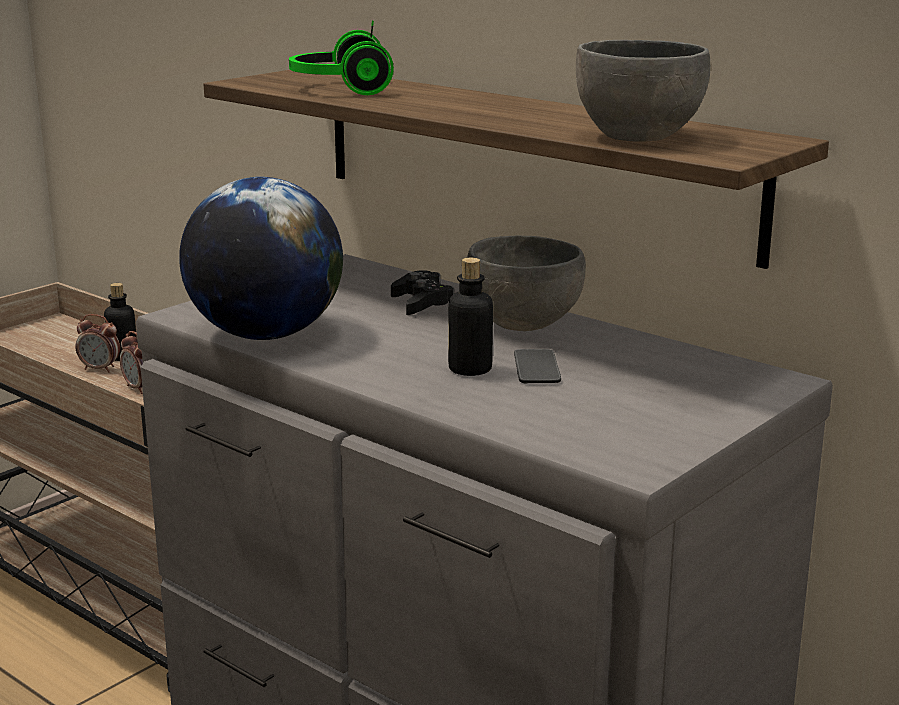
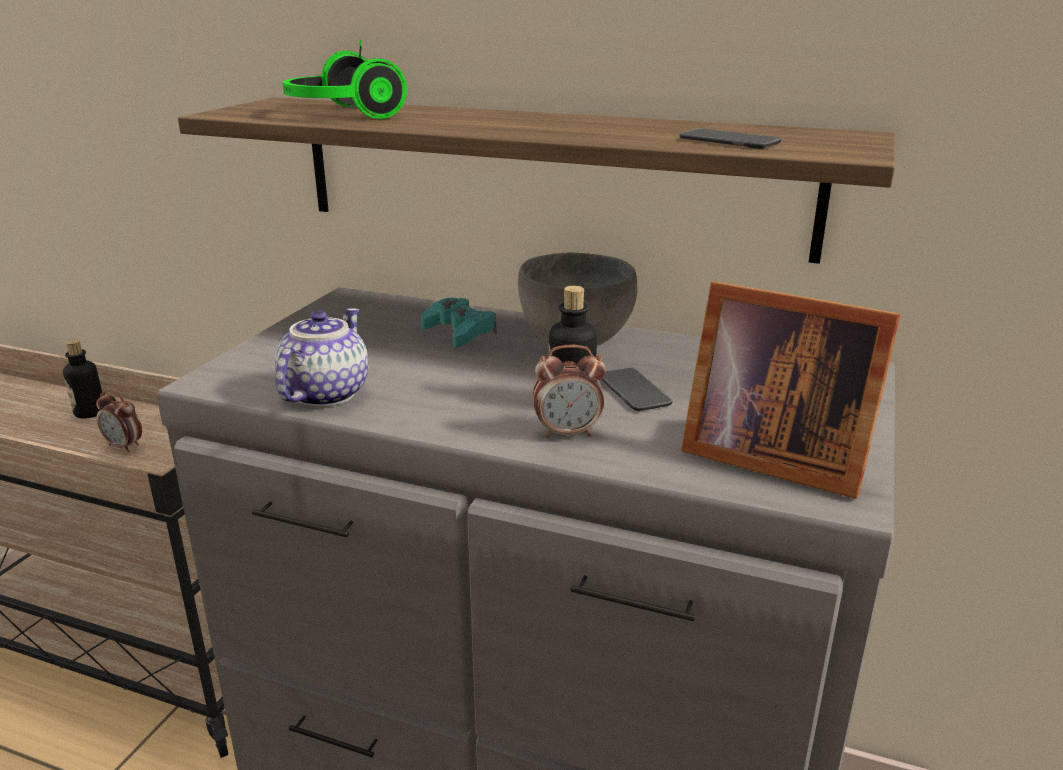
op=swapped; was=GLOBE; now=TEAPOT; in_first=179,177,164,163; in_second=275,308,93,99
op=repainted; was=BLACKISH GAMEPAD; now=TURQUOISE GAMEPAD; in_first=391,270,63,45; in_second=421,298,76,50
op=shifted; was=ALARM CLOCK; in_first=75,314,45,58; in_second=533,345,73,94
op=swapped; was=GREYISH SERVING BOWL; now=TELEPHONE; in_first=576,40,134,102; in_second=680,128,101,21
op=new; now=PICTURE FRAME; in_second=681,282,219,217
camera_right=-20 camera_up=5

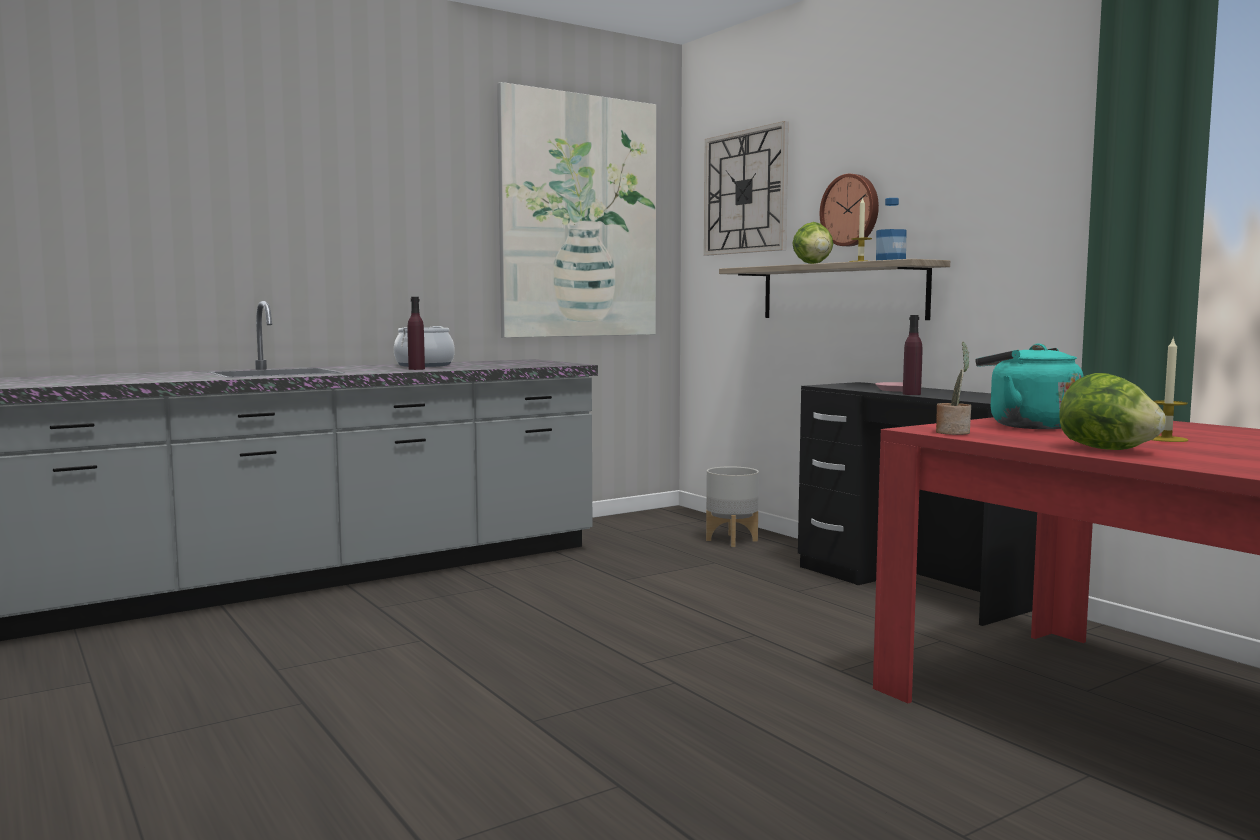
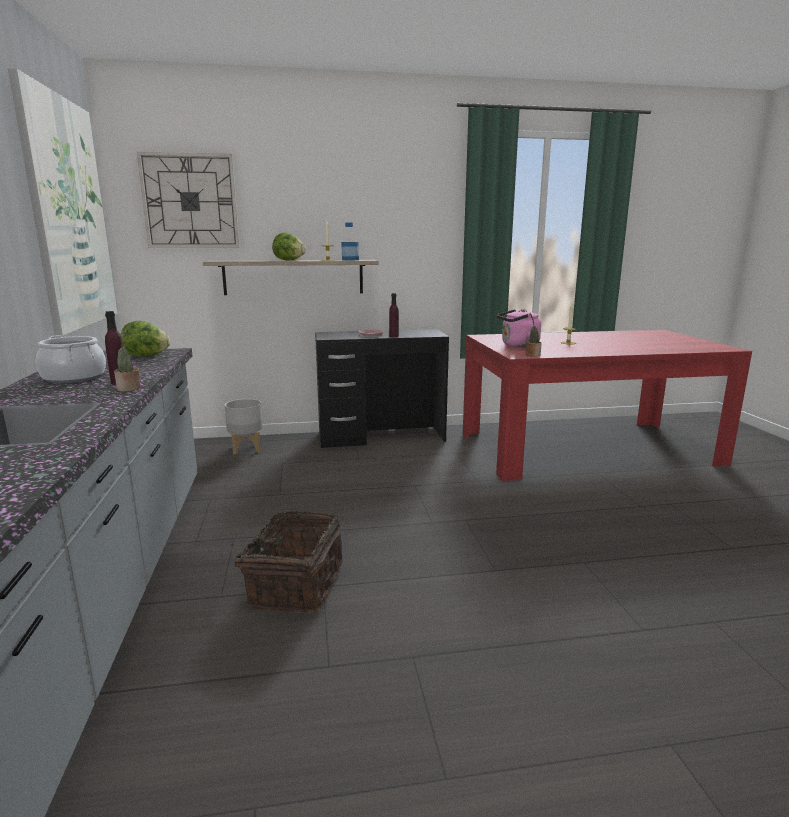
op=new; now=HOUSEPLANT; in_second=114,329,27,63
op=shifted; was=LETTUCE; in_first=1059,373,107,77; in_second=121,321,49,36
op=new; now=STORAGE BASKET; in_second=221,511,122,102
op=repainted; was=TURQUOISE WATER KETTLE; now=PINK-COLOURED WATER KETTLE; in_first=976,343,107,86; in_second=497,309,44,39
op=gone; was=HANGING CLOCK; in_first=820,174,59,72
camera_right=-65 camera_up=10

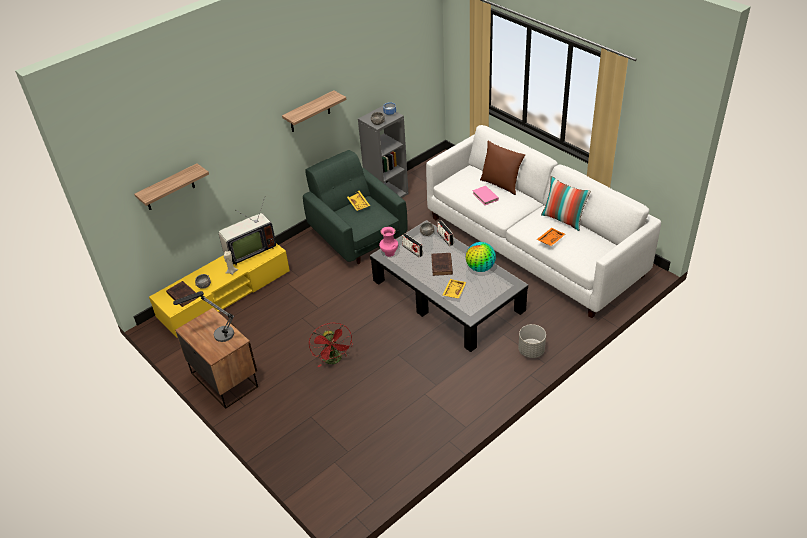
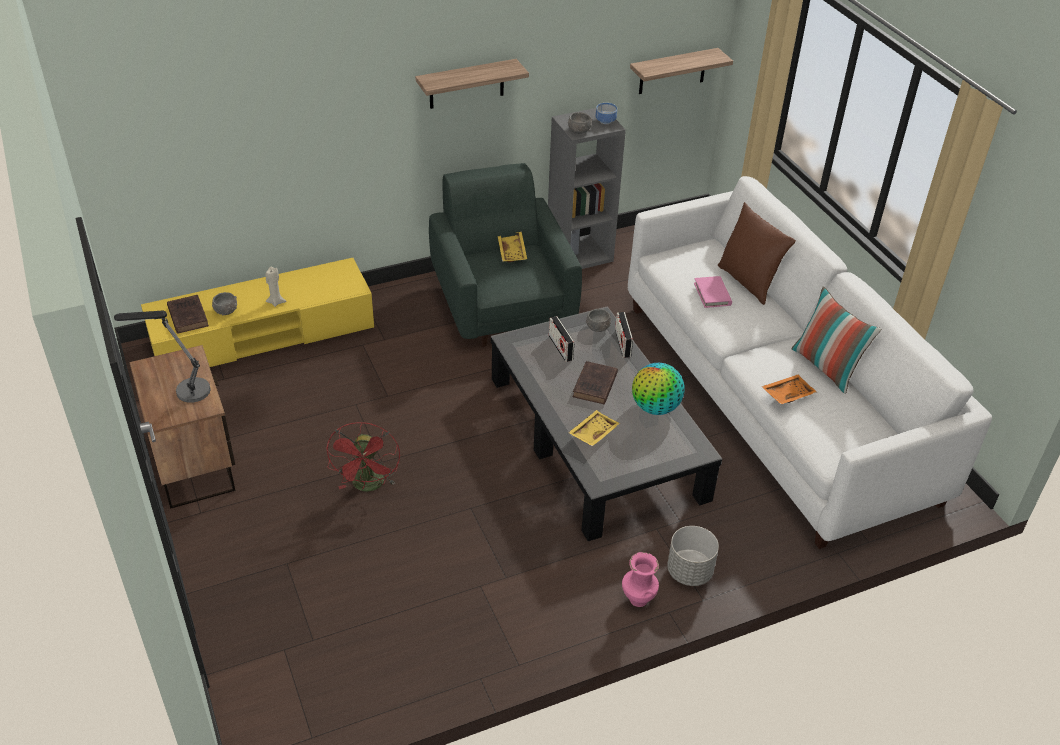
op=shifted; was=PINK-COLOURED FLOWER VASE; in_first=379,227,19,30; in_second=622,552,37,55
op=shifted; was=SHELF; in_first=134,163,75,47; in_second=630,48,103,46
op=gone; was=TV SET; in_first=219,197,57,68
camera_right=15 camera_up=0

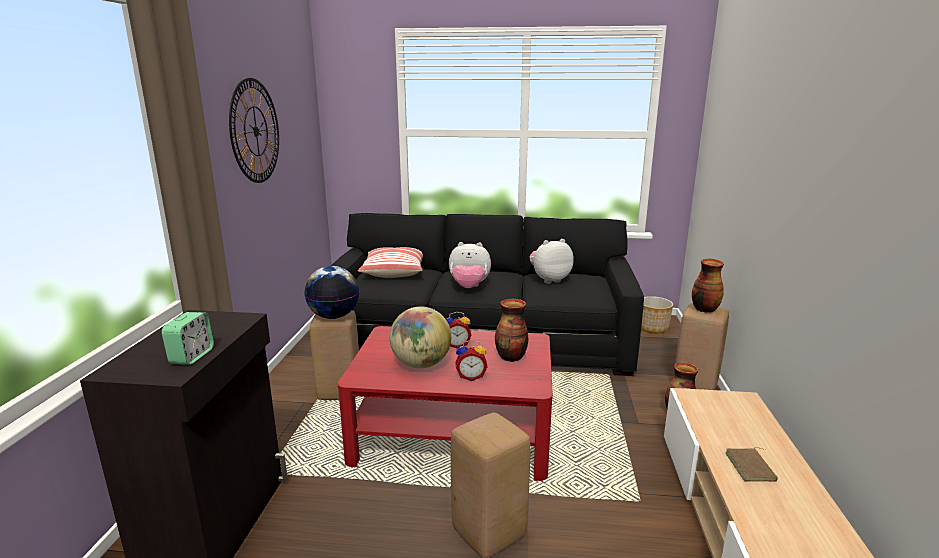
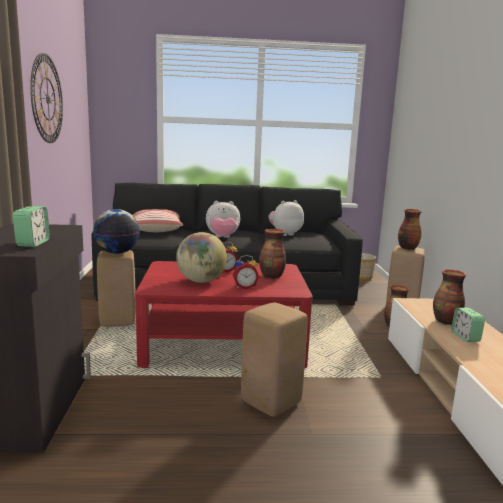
op=new; now=FLOWER VASE; in_second=433,269,33,56
op=swapped; was=BROWN-COLOURED BOUND BOOK; now=ALARM CLOCK; in_first=725,447,53,35; in_second=451,308,34,34
camera_right=-10 camera_up=-5

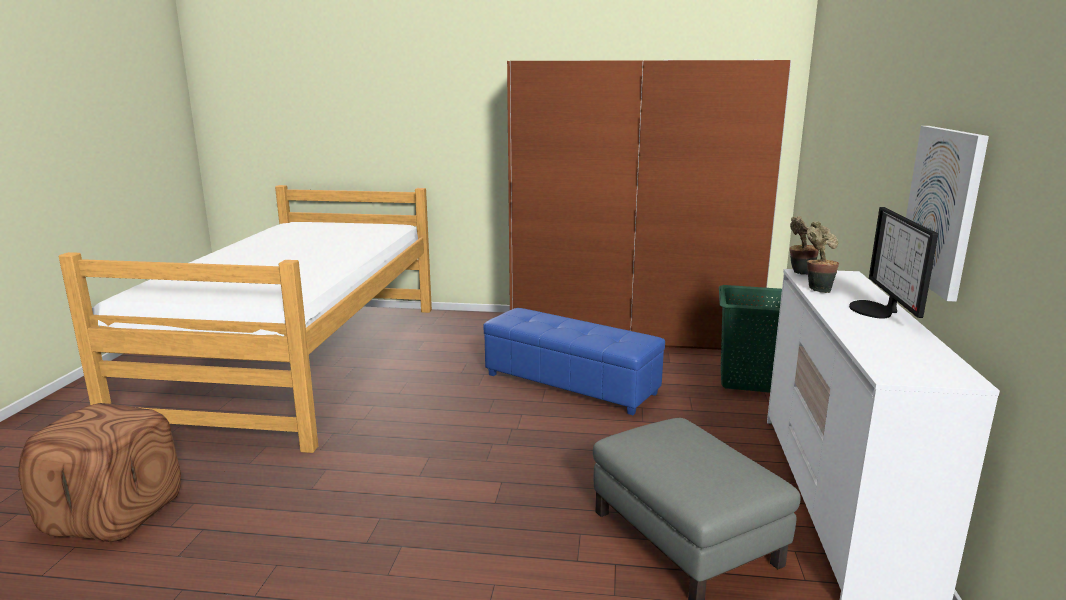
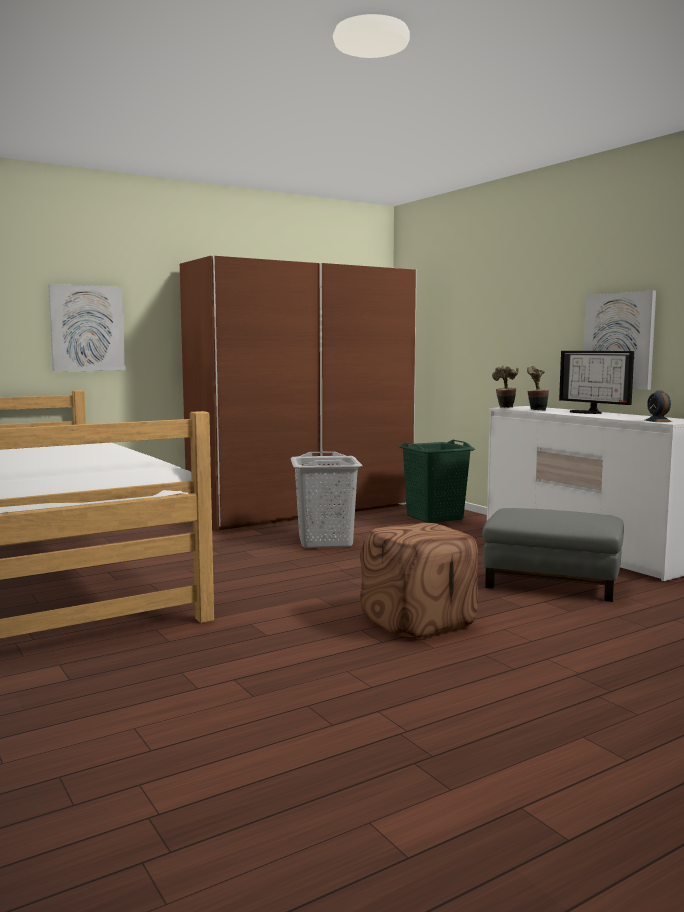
op=new; now=WALL PICTURE; in_second=48,284,77,88
op=swapped; was=BLUE POUFFE; now=GREYISH LAUNDRY BASKET; in_first=483,308,182,107; in_second=290,451,72,97
op=shifted; was=BROWN-COLOURED POUFFE; in_first=18,403,163,139; in_second=360,523,118,115
op=new; now=ALARM CLOCK; in_second=645,390,27,32
camera_right=-40 camera_up=-10

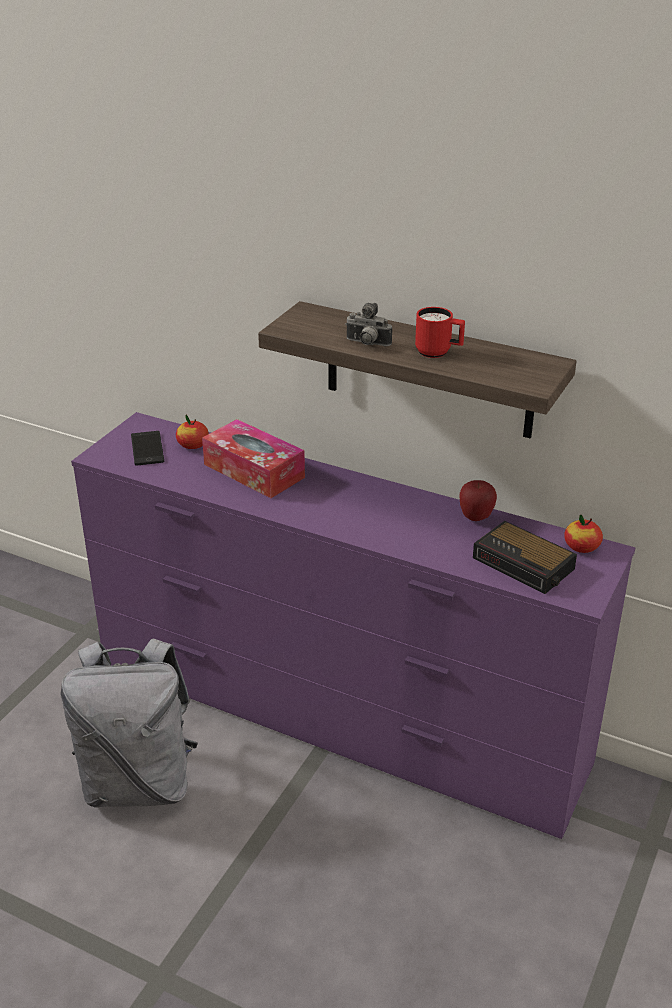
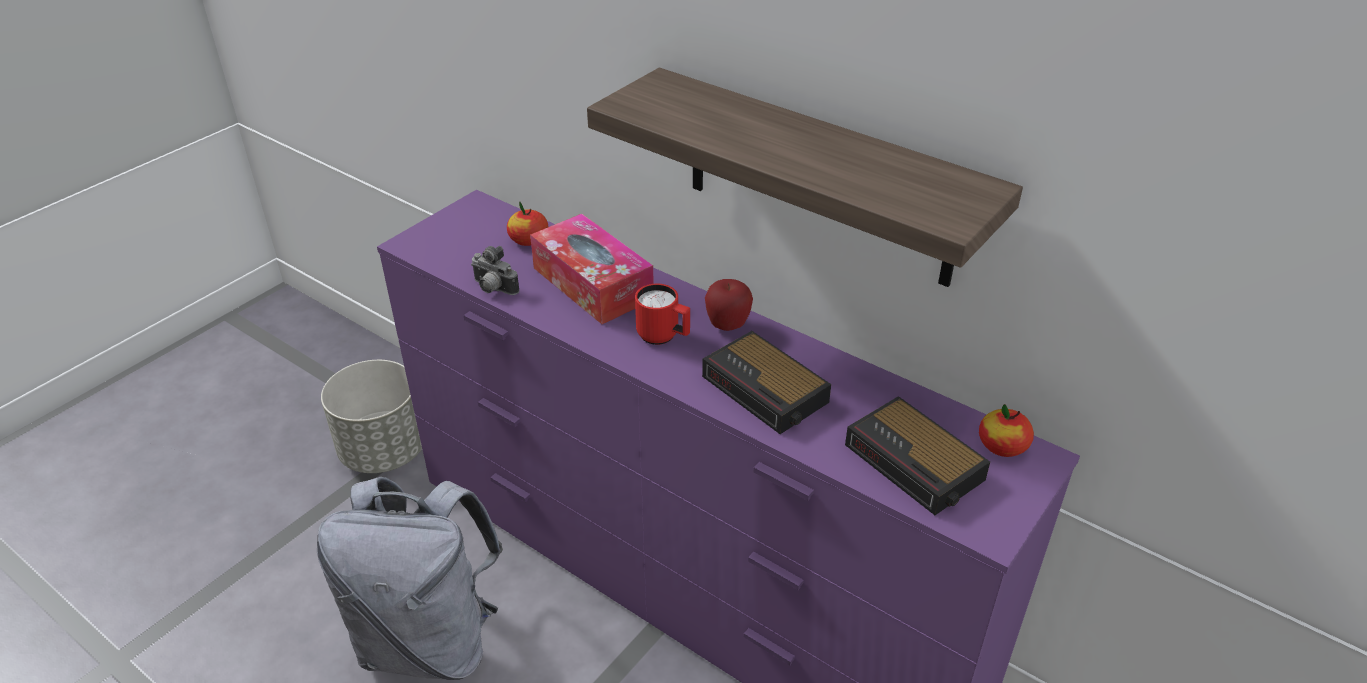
op=new; now=GREYISH FLOWER POT; in_second=321,360,101,113
op=shifted; was=PHOTO CAMERA; in_first=345,303,47,43; in_second=471,246,49,49
op=shifted; was=RED-COLOURED COFFEE MUG; in_first=415,307,50,51; in_second=635,284,55,61
op=new; now=ALARM CLOCK; in_second=702,331,129,103
op=shifted; was=WHOLE APPLE; in_first=460,480,37,41; in_second=705,279,48,52
op=gone; was=TELEPHONE; in_first=131,431,33,34
camera_right=10 camera_up=5

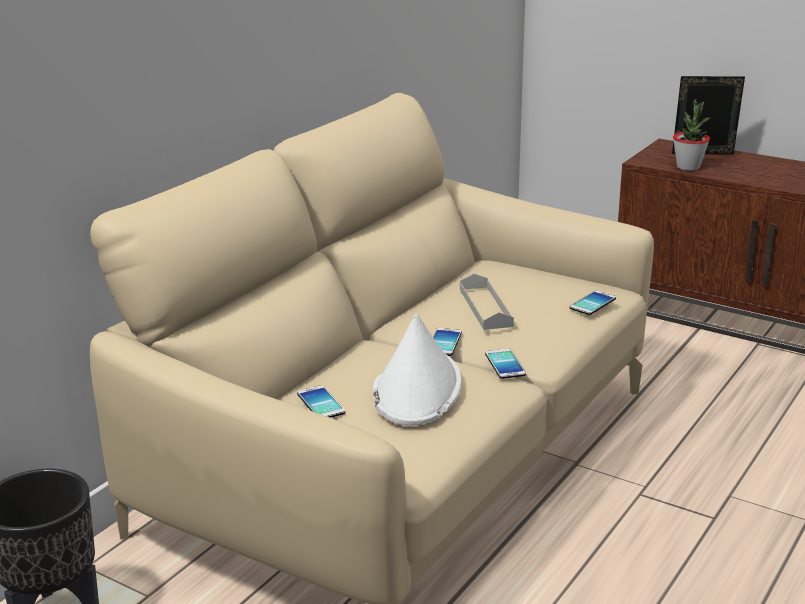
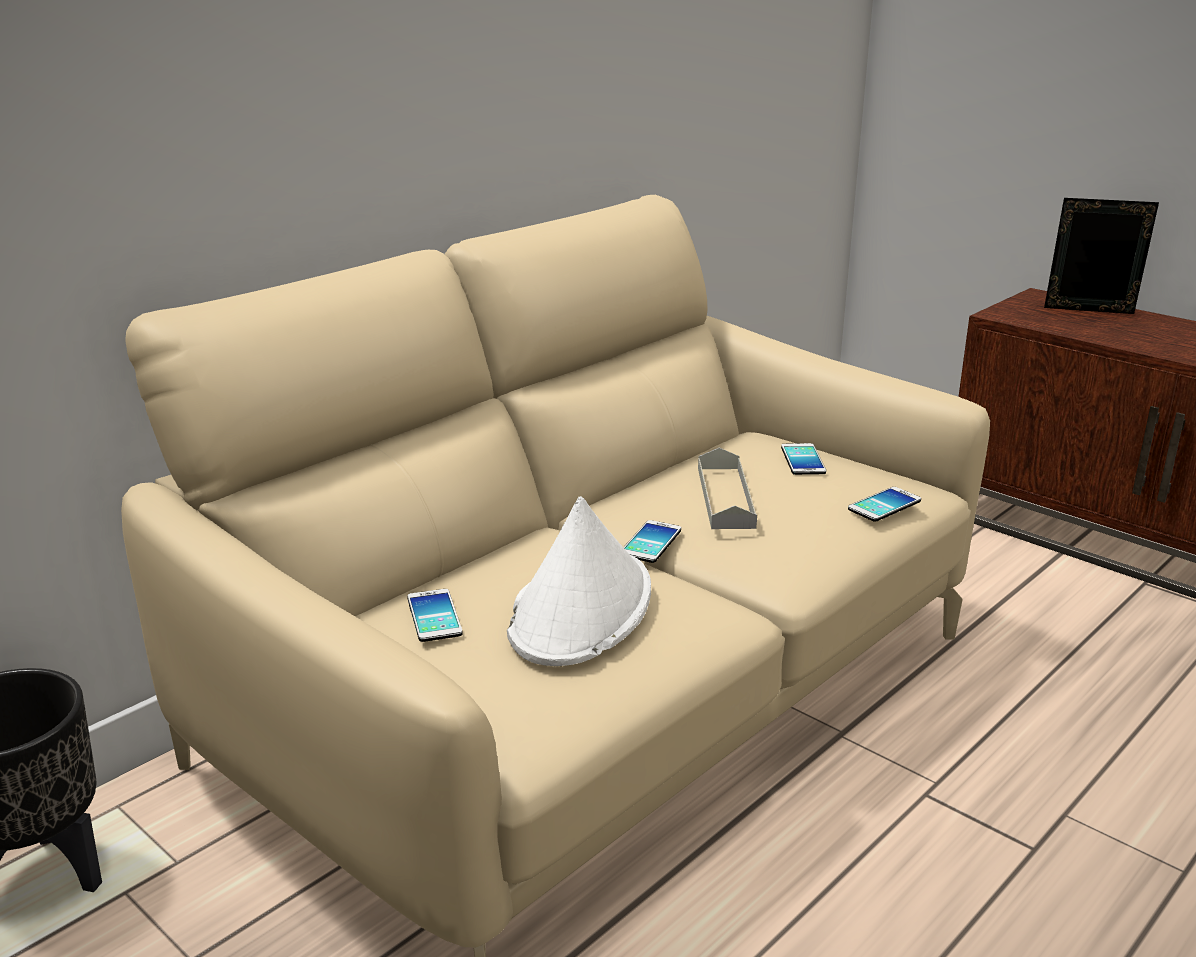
op=shifted; was=TELEPHONE; in_first=485,348,41,31; in_second=781,443,45,32
op=gone; was=HOUSEPLANT; in_first=673,100,37,70
camera_right=10 camera_up=0

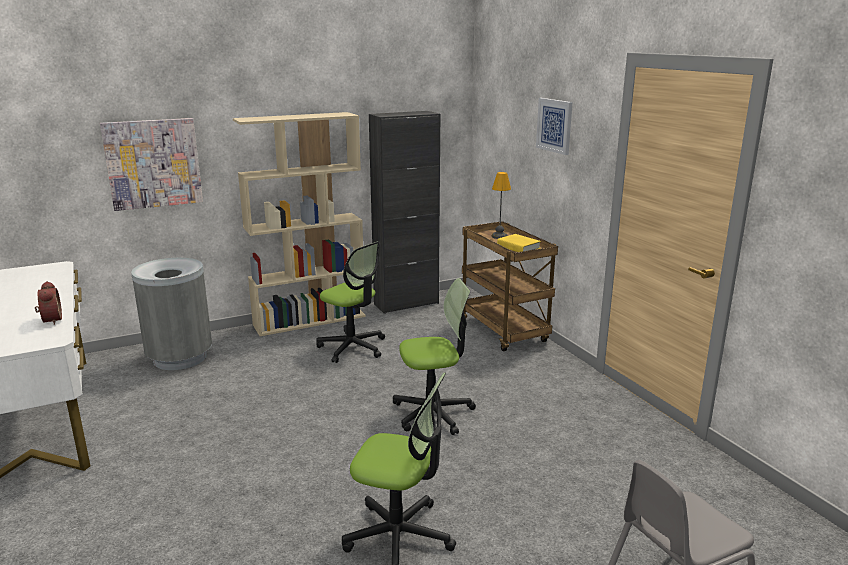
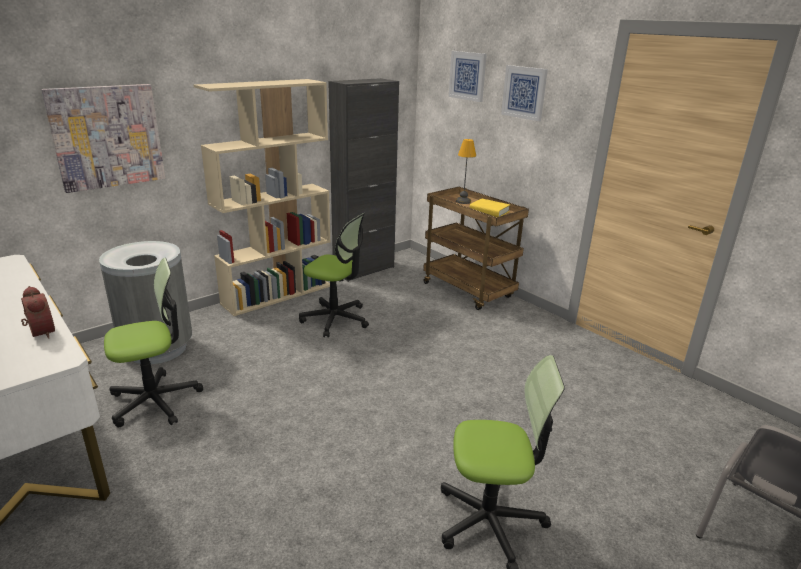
op=shifted; was=OFFICE CHAIR; in_first=393,278,83,157; in_second=104,258,99,169
op=new; now=WALL PICTURE; in_second=449,51,38,51
camera_right=-15 camera_up=5

